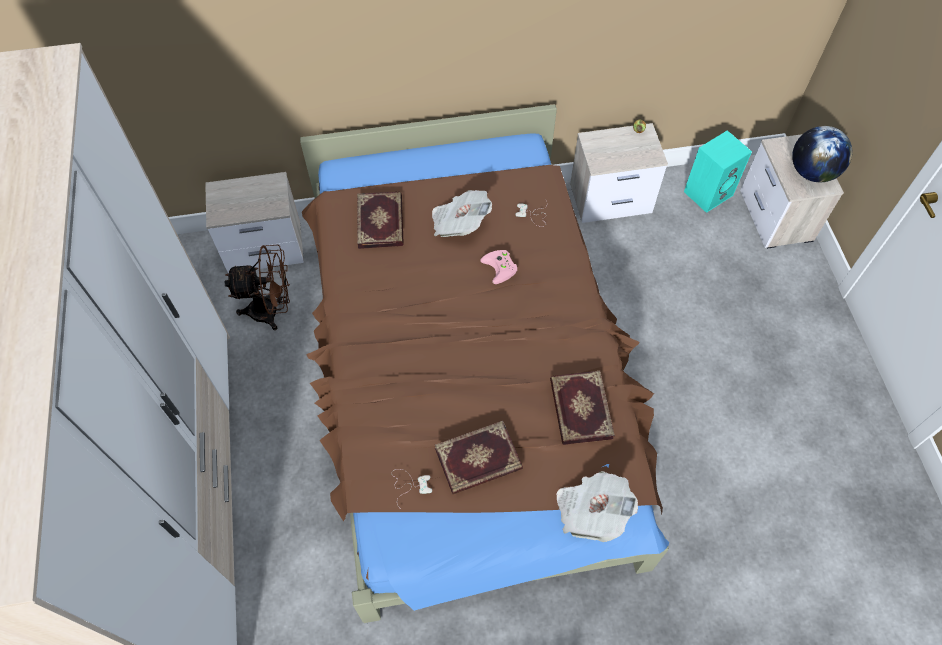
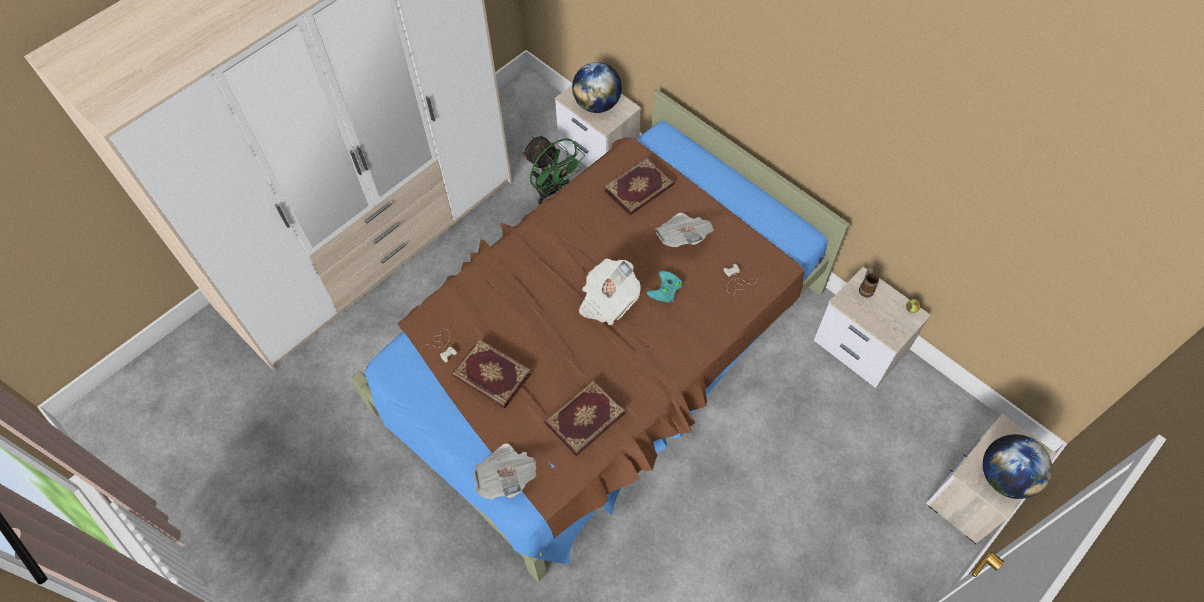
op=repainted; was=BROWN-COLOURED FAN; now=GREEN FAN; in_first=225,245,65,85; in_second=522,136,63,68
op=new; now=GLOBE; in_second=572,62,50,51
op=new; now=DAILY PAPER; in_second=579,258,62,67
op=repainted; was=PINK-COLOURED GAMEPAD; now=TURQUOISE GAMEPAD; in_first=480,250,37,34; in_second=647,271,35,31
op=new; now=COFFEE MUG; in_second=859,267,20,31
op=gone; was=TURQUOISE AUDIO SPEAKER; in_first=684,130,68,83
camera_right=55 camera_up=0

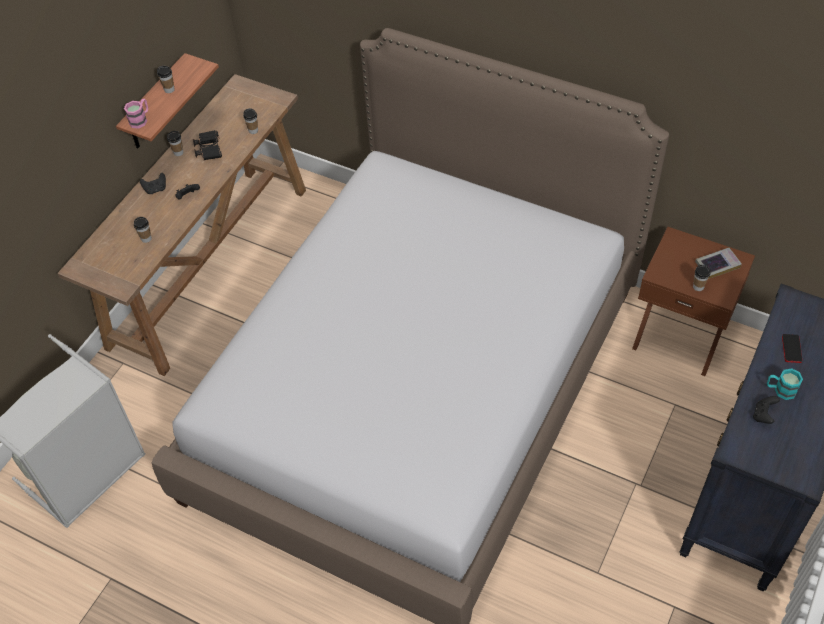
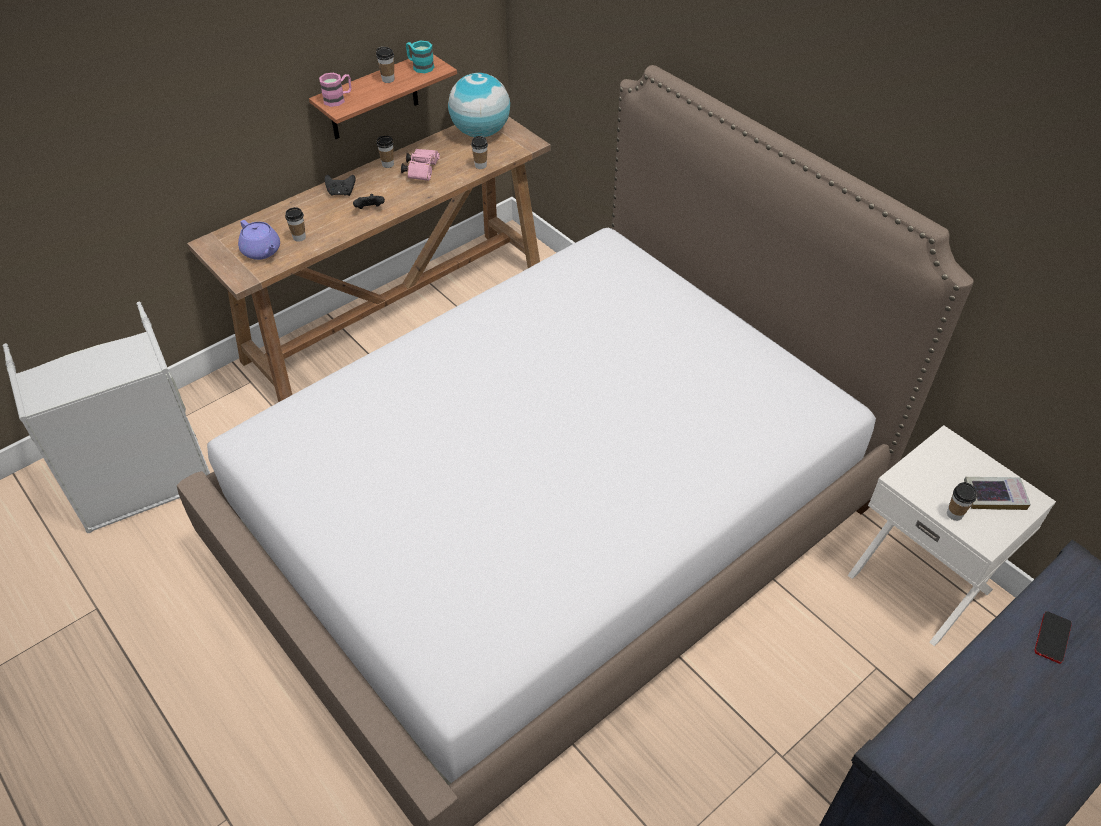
op=new; now=PURPLE-COLOURED TEAPOT; in_second=238,220,42,40
op=repainted; was=BLACKISH BINOCULARS; now=PINK-COLOURED BINOCULARS; in_first=193,130,29,30; in_second=401,149,39,32
op=shifted; was=TURQUOISE COFFEE MUG; in_first=767,368,36,32; in_second=406,40,28,33
op=new; now=GLOBE; in_second=448,73,62,64
op=repainted; was=BROWN-COLOURED NIGHT TABLE; now=WHITE-COLOURED NIGHT TABLE; in_first=632,227,123,149; in_second=848,425,208,221
op=gone; was=BLACKISH GAMEPAD; in_first=753,396,27,28
camera_right=20 camera_up=-5

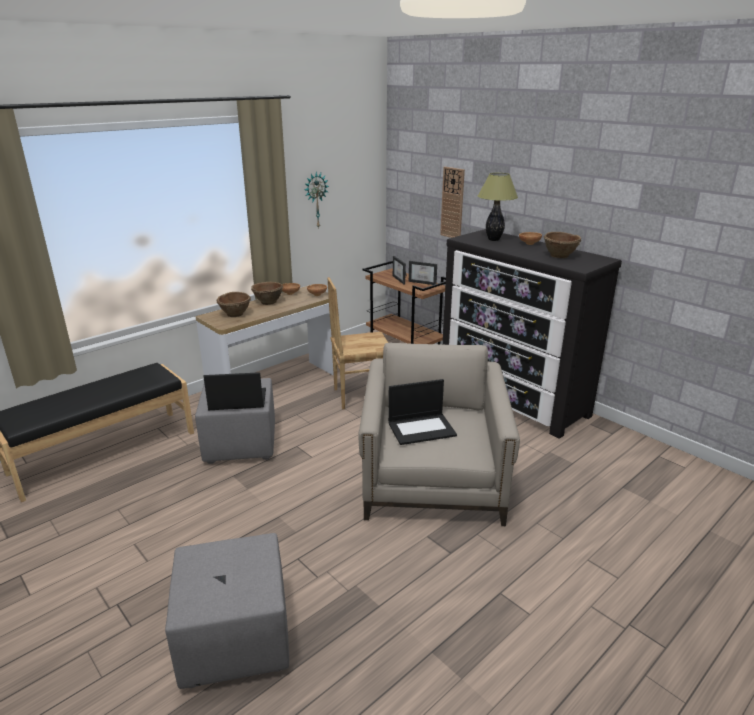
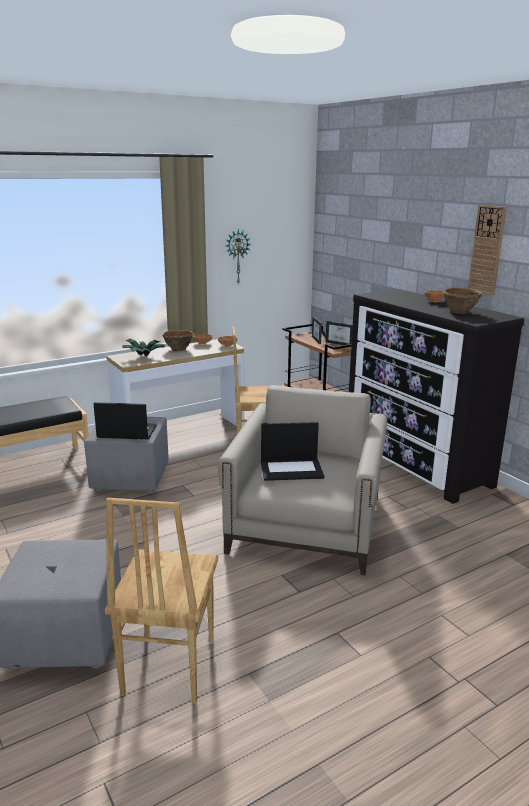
op=new; now=BROWN-COLOURED CHAIR; in_second=105,498,113,206
op=swapped; was=BROWN-COLOURED SERVING BOWL; now=HOUSEPLANT; in_first=216,292,35,25; in_second=122,339,43,17
op=shifted; was=HANGING CLOCK; in_first=440,167,25,71; in_second=468,205,38,90
op=gone; was=TABLETOP LAMP; in_first=478,173,40,68
camera_right=10 camera_up=-5

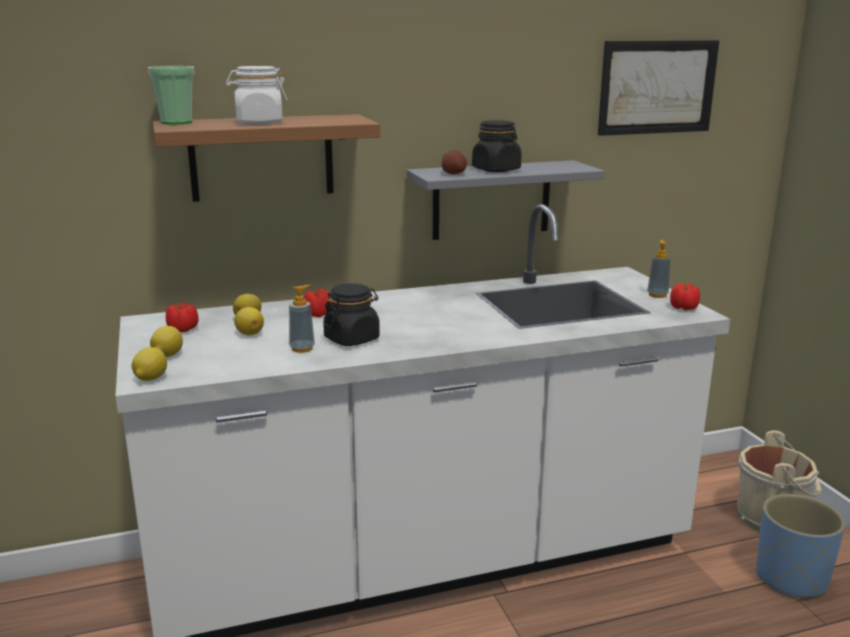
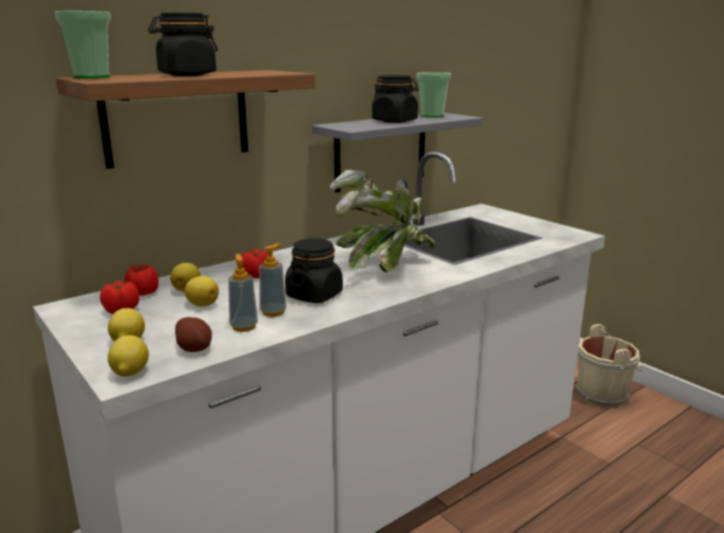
op=shifted; was=TOMATO; in_first=670,283,30,27; in_second=125,265,34,31
op=repainted; was=WHITE-COLOURED PRESERVE JAR; now=BLACKISH PRESERVE JAR; in_first=226,66,62,58; in_second=148,12,70,64
op=shifted; was=WHOLE POTATO; in_first=442,150,25,24; in_second=175,317,37,35
op=shifted; was=SOAP BOTTLE; in_first=647,240,24,58; in_second=228,254,30,78
op=new; now=HOUSEPLANT; in_second=330,170,105,103
op=new; now=DRINKING CUP; in_second=417,72,34,45
op=gone; was=WALL PICTURE; in_first=598,40,121,96
op=gone; was=BLUE FLOWER POT; in_first=756,494,89,105
camera_right=-20 camera_up=0

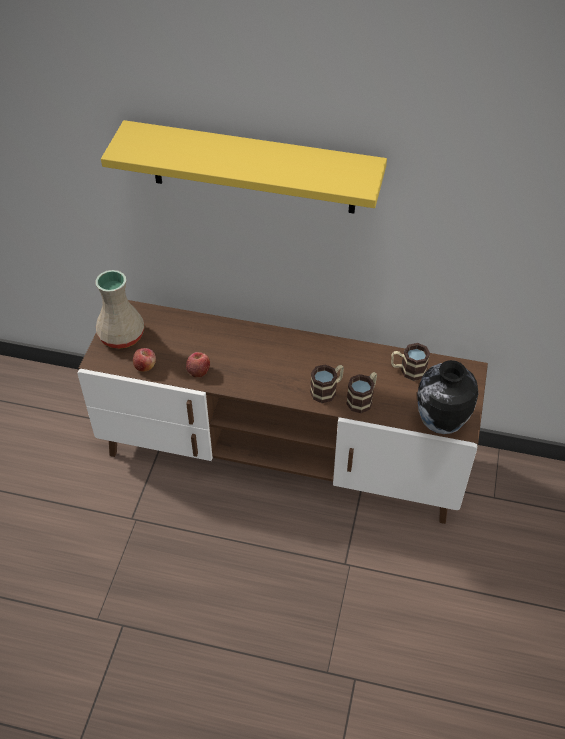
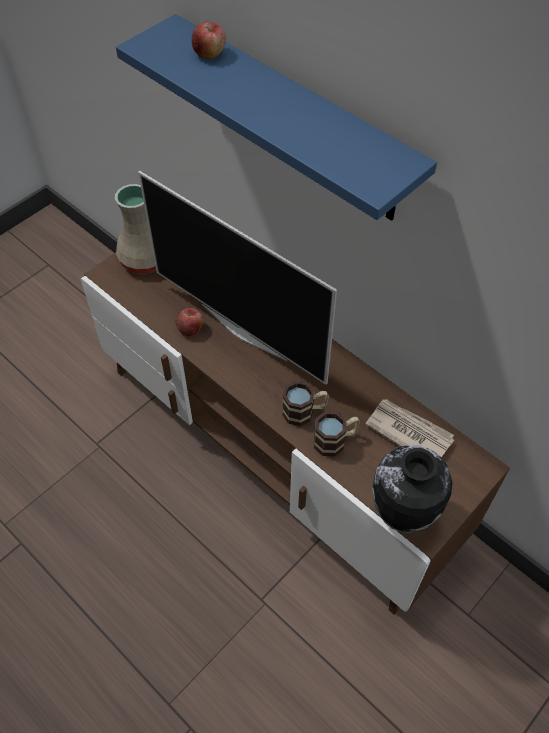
op=repainted; was=YELLOWISH SHELF; now=BLUE SHELF; in_first=101,120,286,93; in_second=116,14,321,207
op=new; now=TV SET; in_second=138,171,199,214
op=shifted; was=WHOLE APPLE; in_first=133,348,23,24; in_second=192,21,34,38
op=swapped; was=COFFEE MUG; now=DAILY PAPER; in_first=391,343,39,38; in_second=365,399,89,58
camera_right=30 camera_up=5

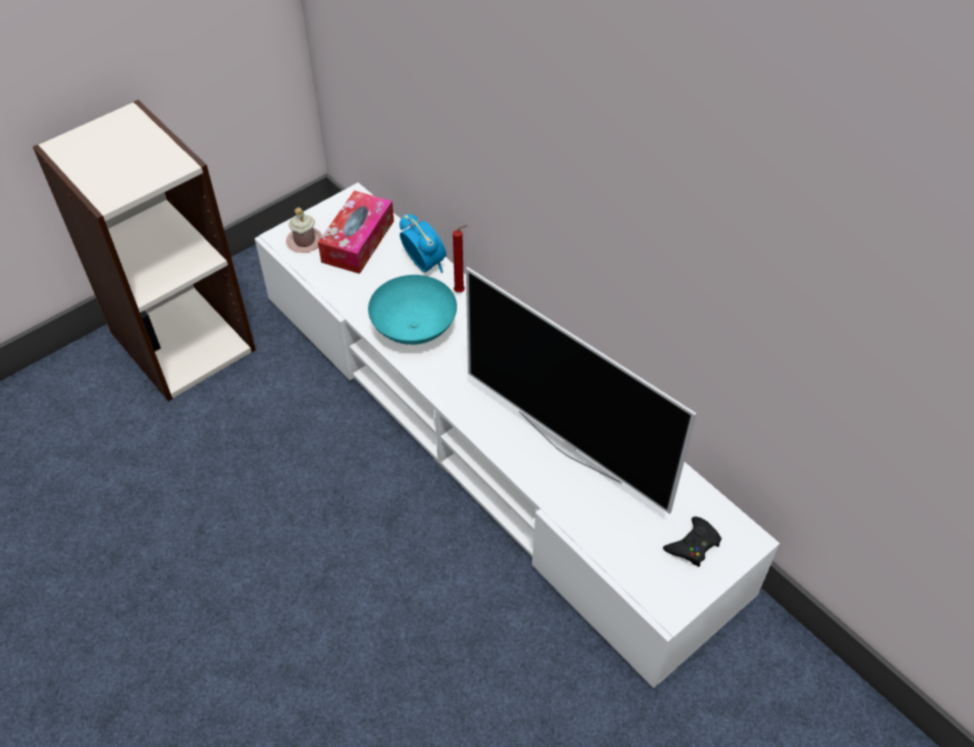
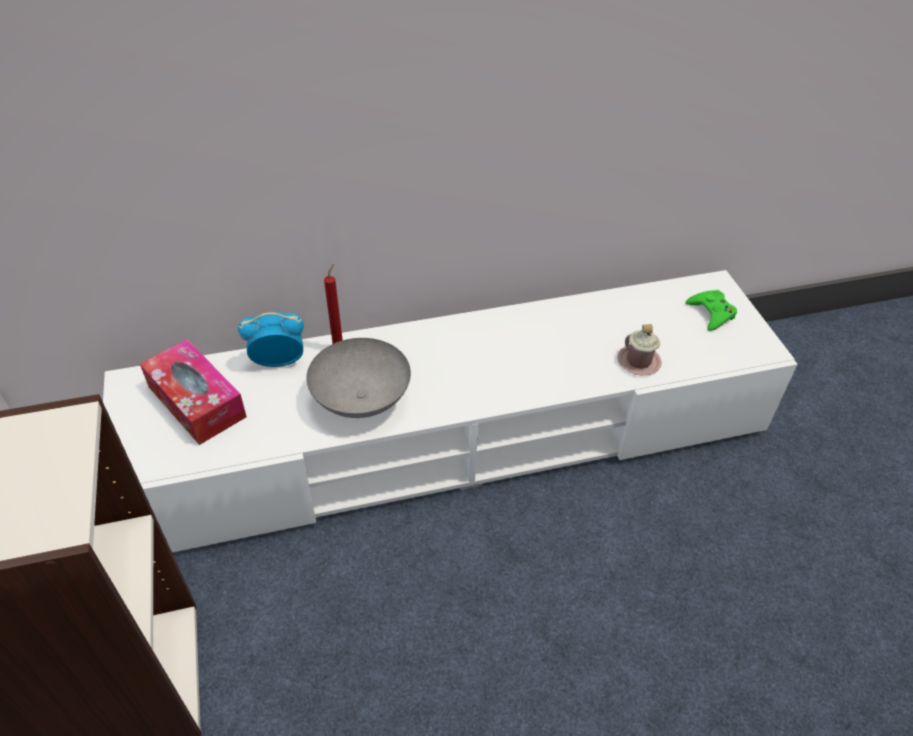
op=repainted; was=TURQUOISE SERVING BOWL; now=GREYISH SERVING BOWL; in_first=368,275,89,70; in_second=306,338,105,80
op=shifted; was=PINK-COLOURED COFFEE MUG; in_first=286,208,37,45; in_second=617,324,44,52
op=repainted; was=BLACKISH GAMEPAD; now=GREEN GAMEPAD; in_first=663,517,58,50; in_second=686,290,51,41
op=gone; was=TV SET; in_first=466,267,231,247
camera_right=-65 camera_up=-5

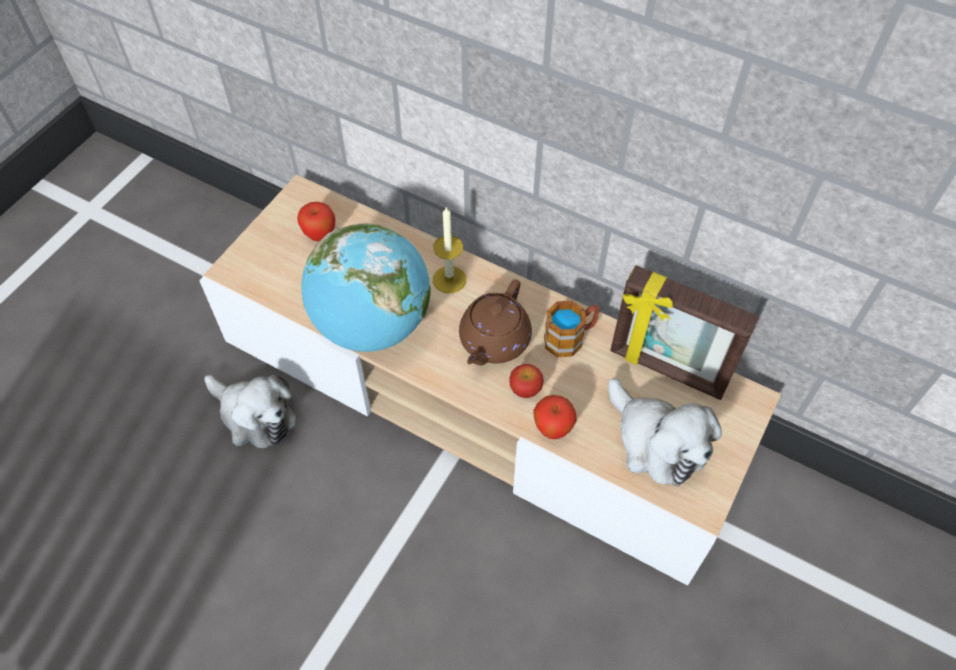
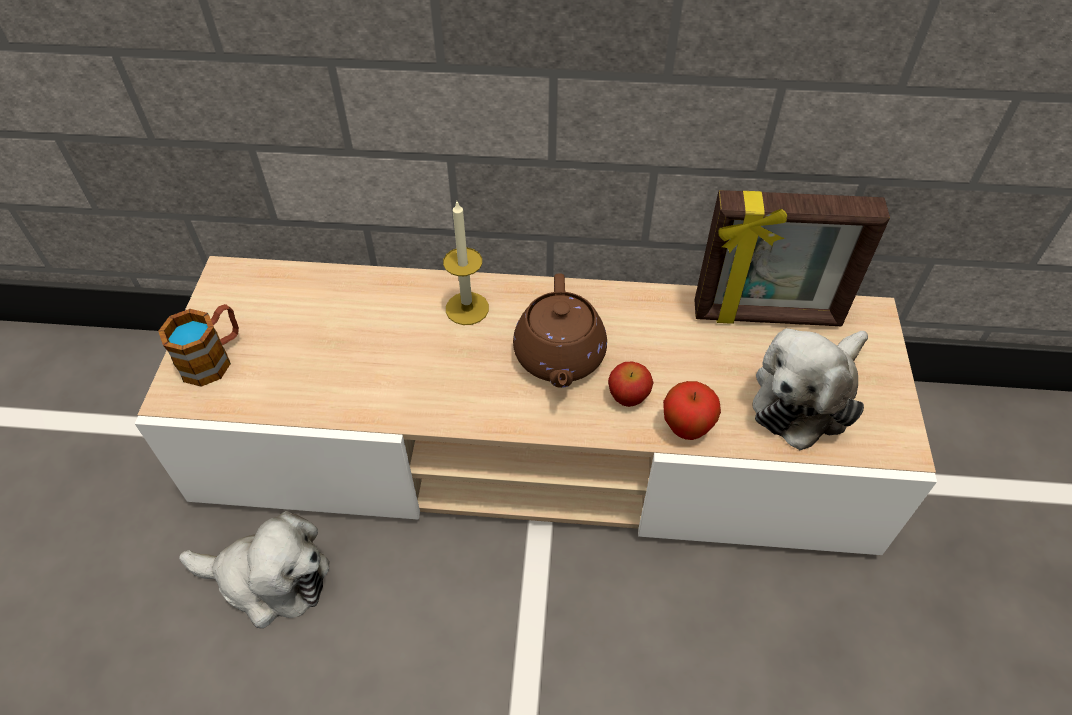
op=shifted; was=COFFEE MUG; in_first=544,301,56,56; in_second=158,304,81,82
op=rotated; was=SOFT TOY; in_first=608,378,114,108; in_second=752,328,116,122; clockwise=105
op=gone; was=WHOLE APPLE; in_first=297,202,38,40
op=gone; was=GLOBE; in_first=301,223,130,129
camera_right=-25 camera_up=-5

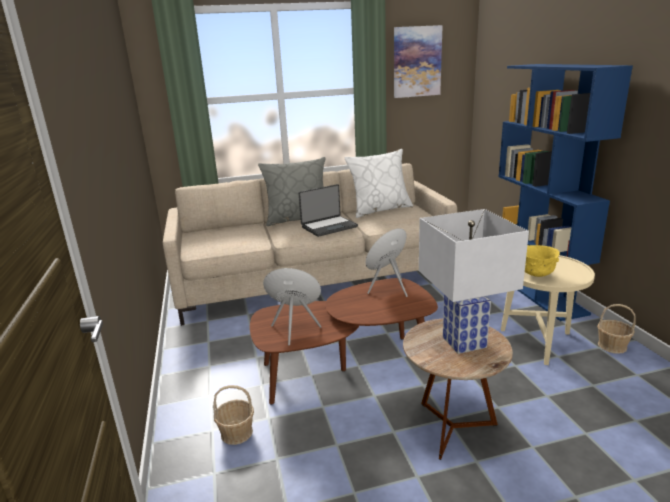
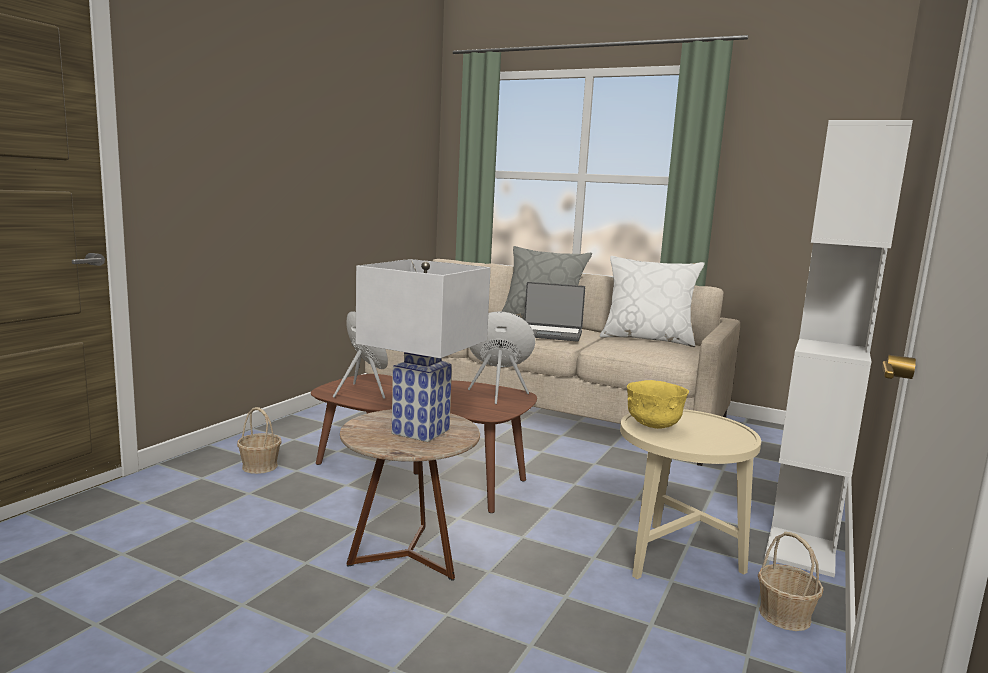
op=repainted; was=BLUE SHELVING UNIT; now=WHITE-COLOURED SHELVING UNIT; in_first=499,64,134,257; in_second=764,120,149,457
op=gone; was=WALL PICTURE; in_first=394,25,49,73
camera_right=40 camera_up=-10

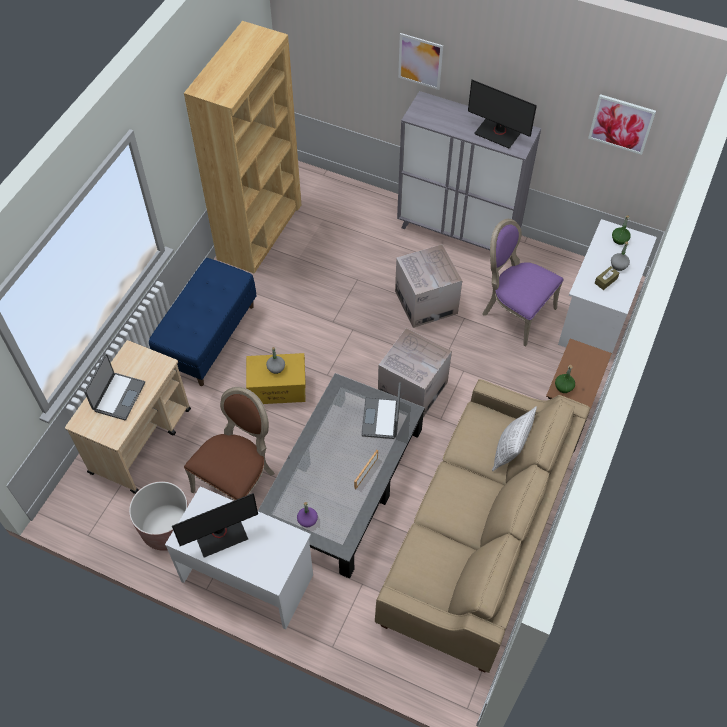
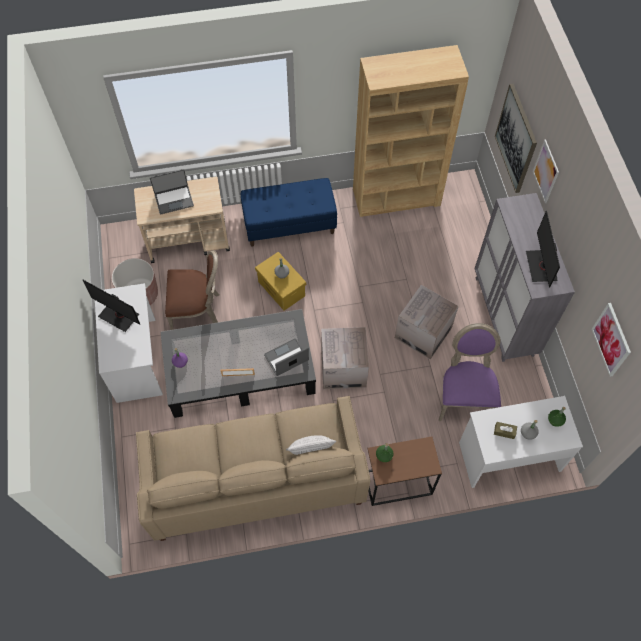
op=new; now=WALL PICTURE; in_second=495,84,42,109
camera_right=55 camera_up=5

